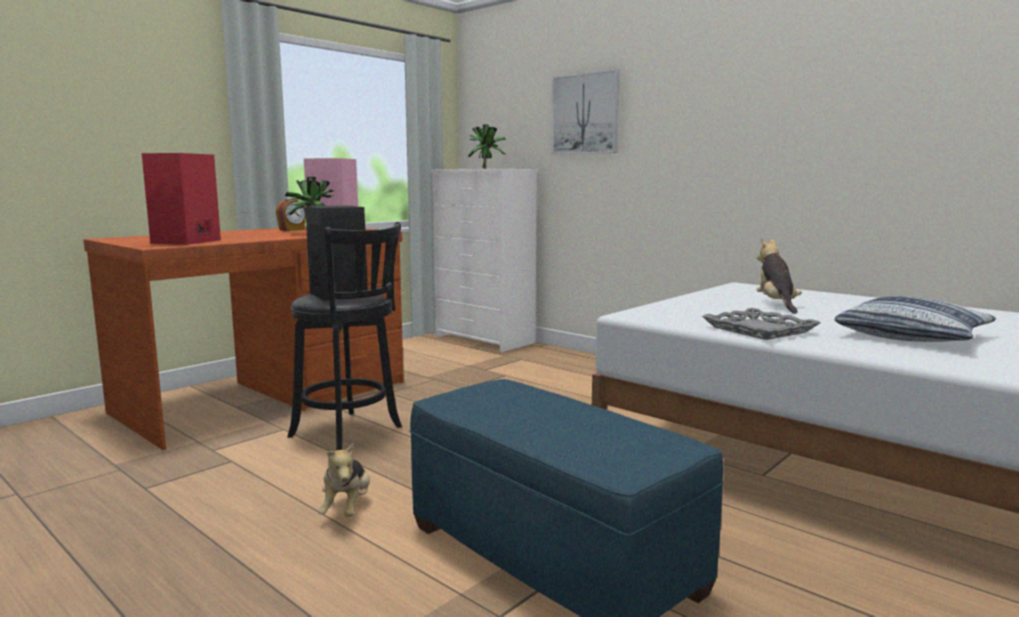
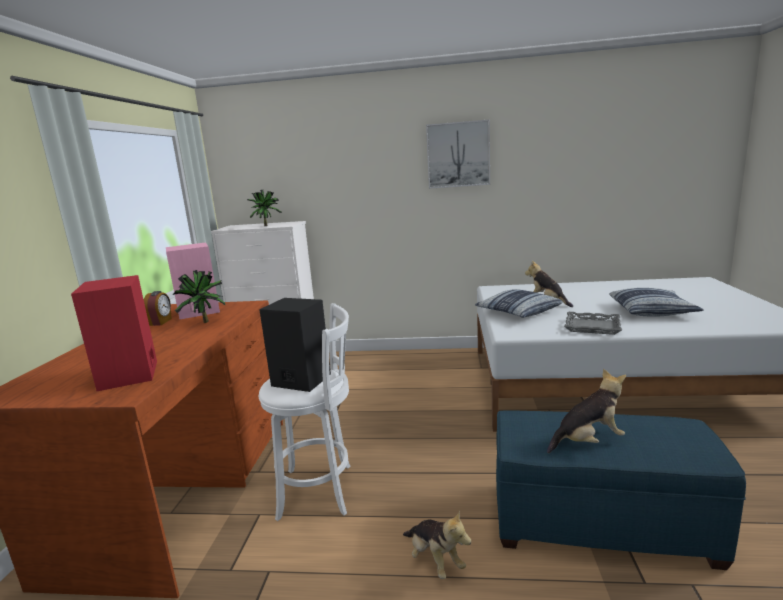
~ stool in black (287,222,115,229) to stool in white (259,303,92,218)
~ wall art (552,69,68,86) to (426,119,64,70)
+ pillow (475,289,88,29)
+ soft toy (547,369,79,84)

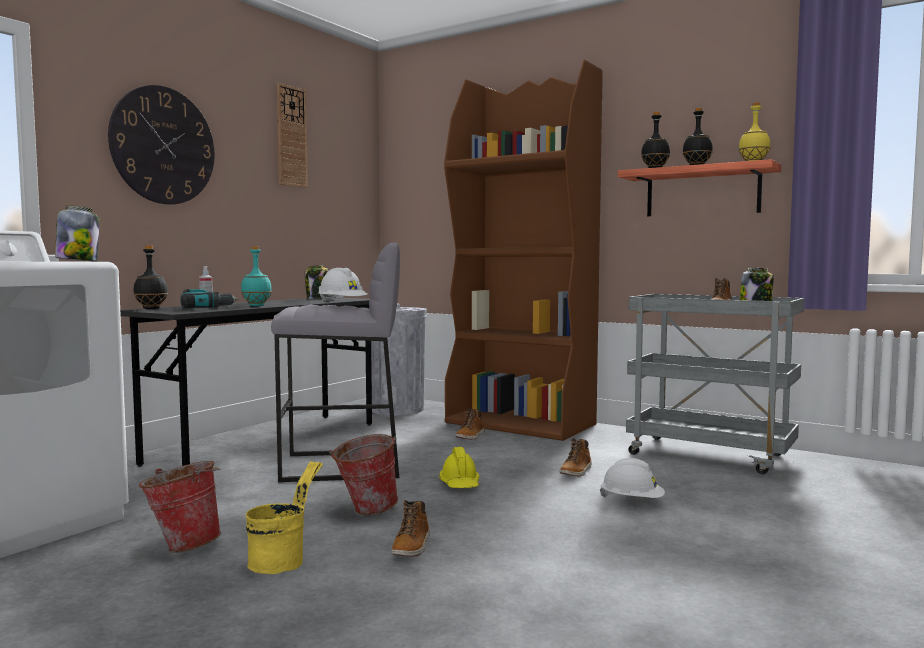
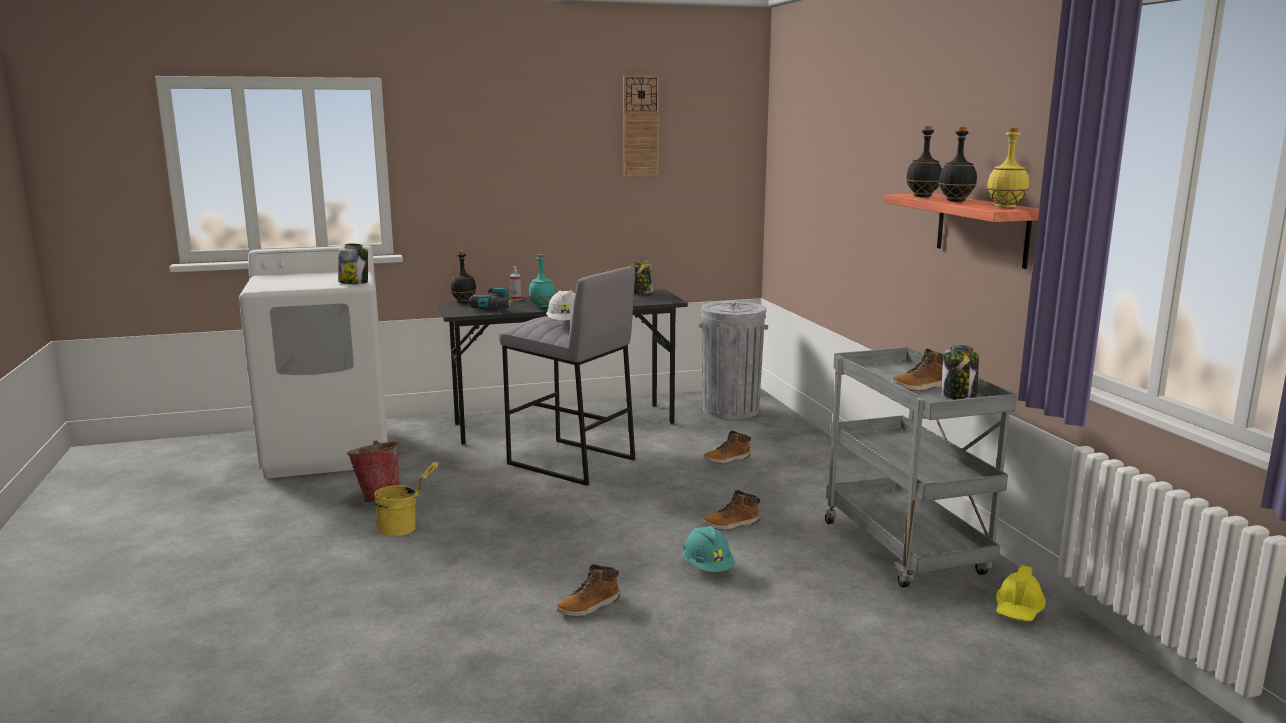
~ tall boot (391,500,39,57) to (556,564,64,53)
~ work helmet in white (600,458,65,40) to work helmet in blue-green (682,526,53,46)
~ work helmet in yellow-coloured (439,447,40,41) to (996,565,50,56)
- wall clock (108,85,107,119)
- water bucket (329,434,69,81)
- bookcase in brown (444,60,159,381)

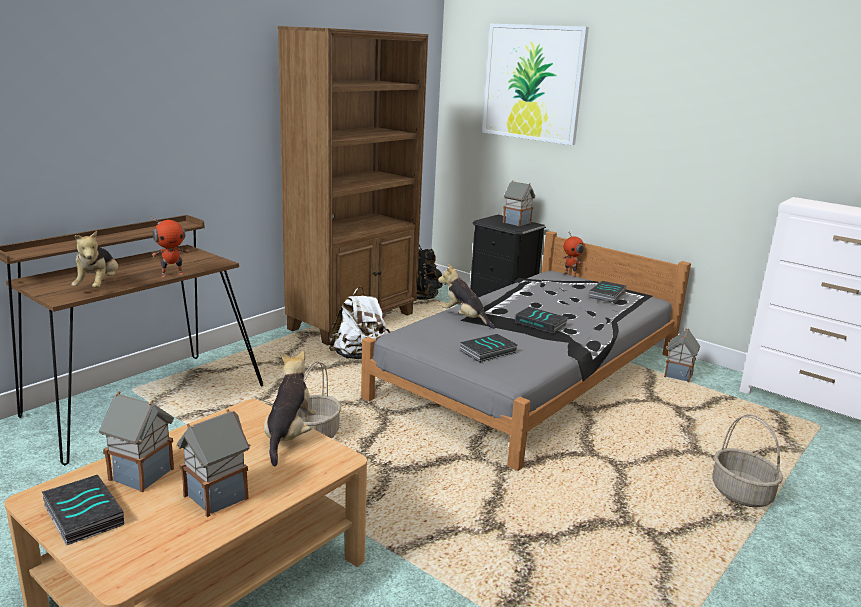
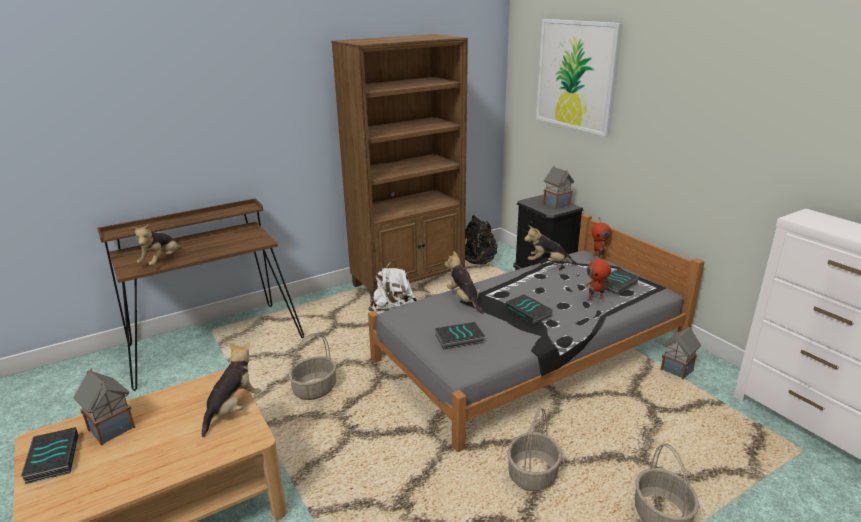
+ basket (507,408,55,83)
+ soft toy (524,225,53,40)
~ model robot (151,216,38,61) to (584,258,27,43)
- model house (176,409,74,108)

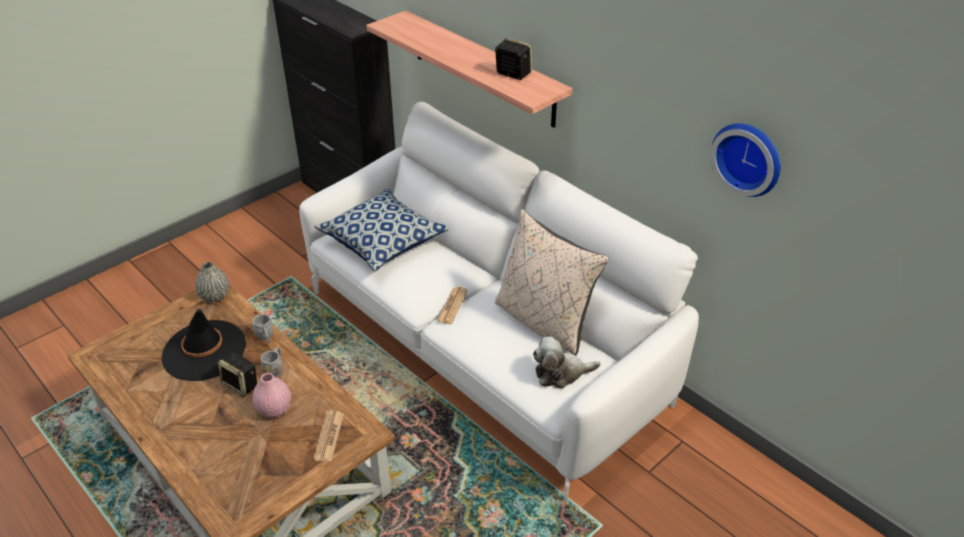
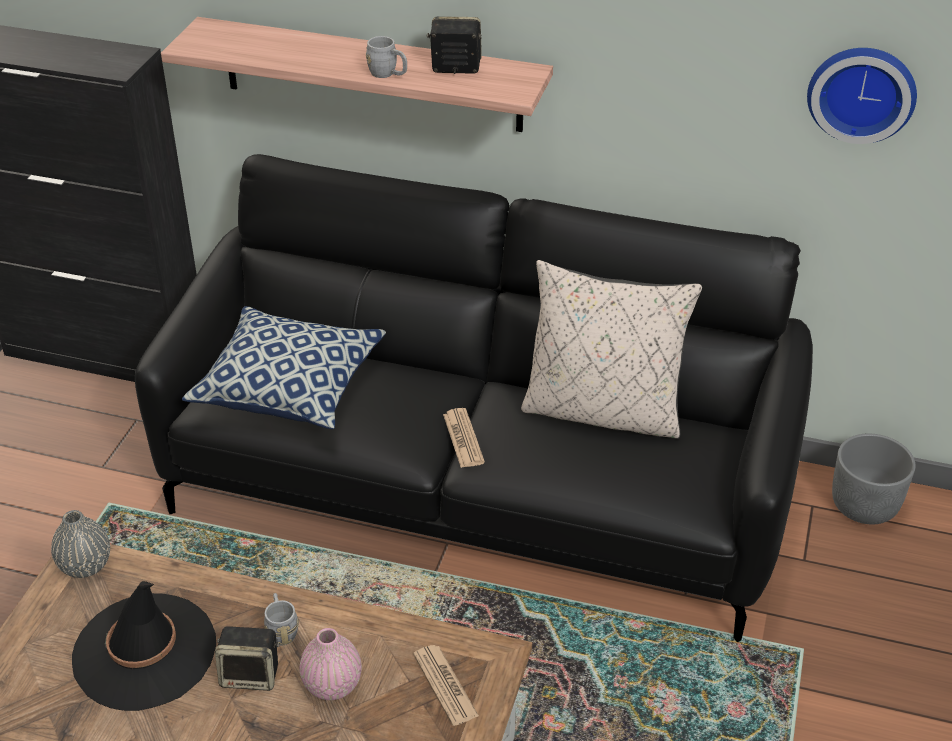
~ settee in white (299,102,400,399) to settee in black (135,154,678,488)
~ mug in grey (252,314,21,29) to (366,36,41,42)
+ flower pot in grey (832,434,84,90)
- soft toy (533,337,67,52)

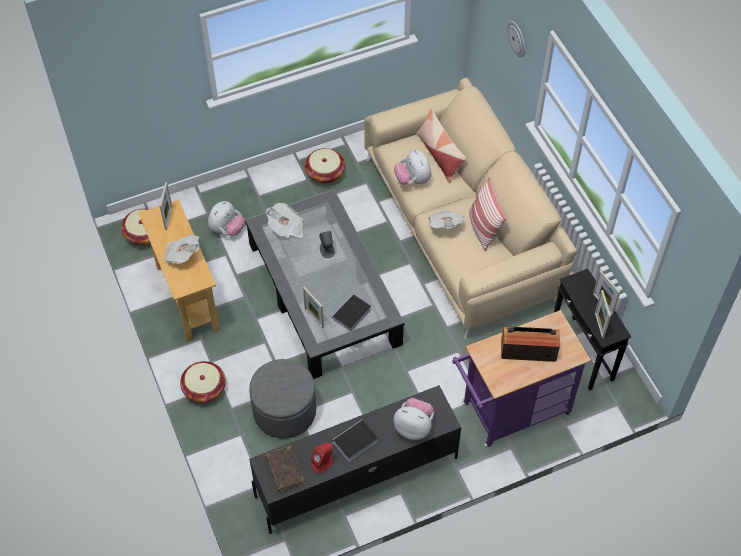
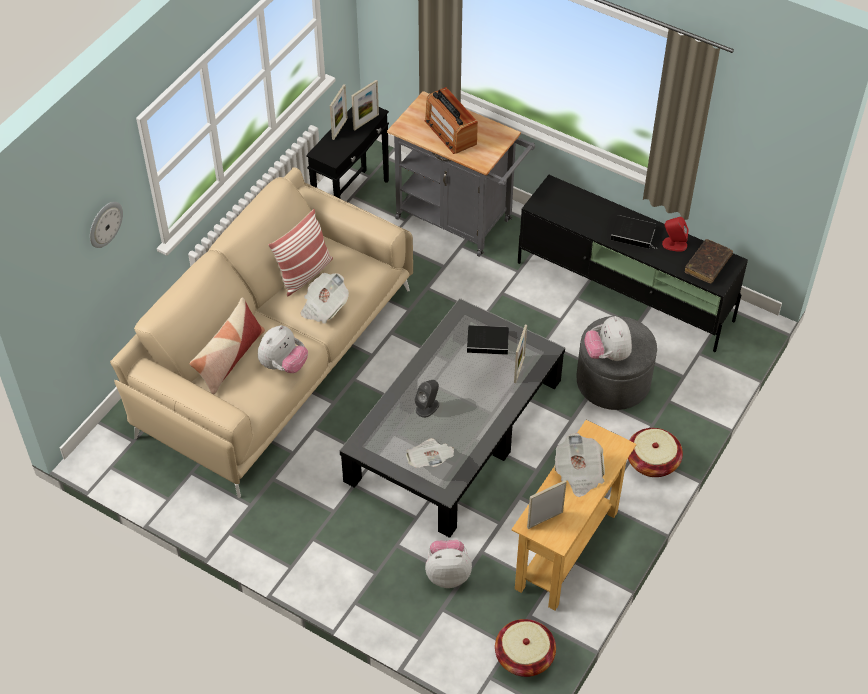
~ trolley in purple-coloured (452,310,139,137) to trolley in grey (387,91,148,166)
~ soft toy (394,398,40,42) to (584,316,48,45)
- basket (305,148,40,36)

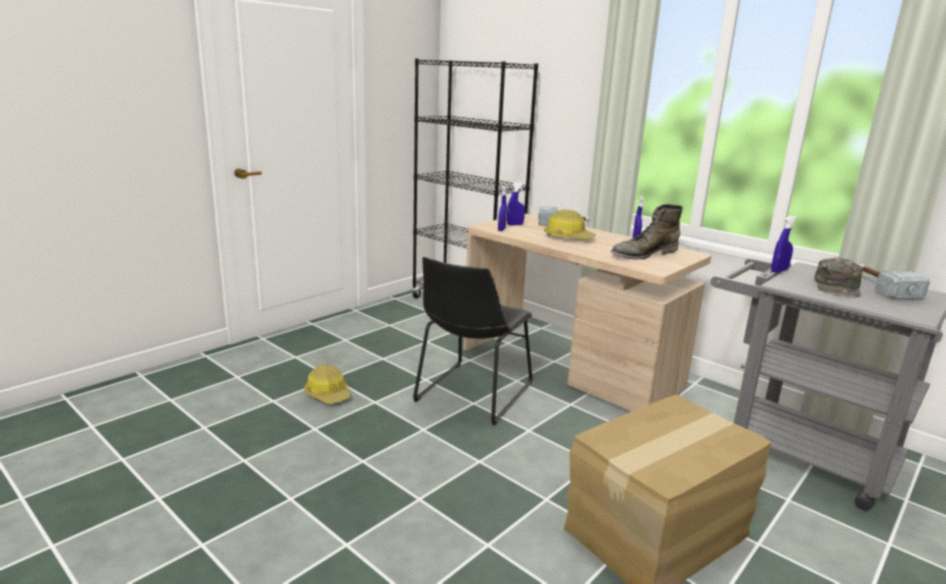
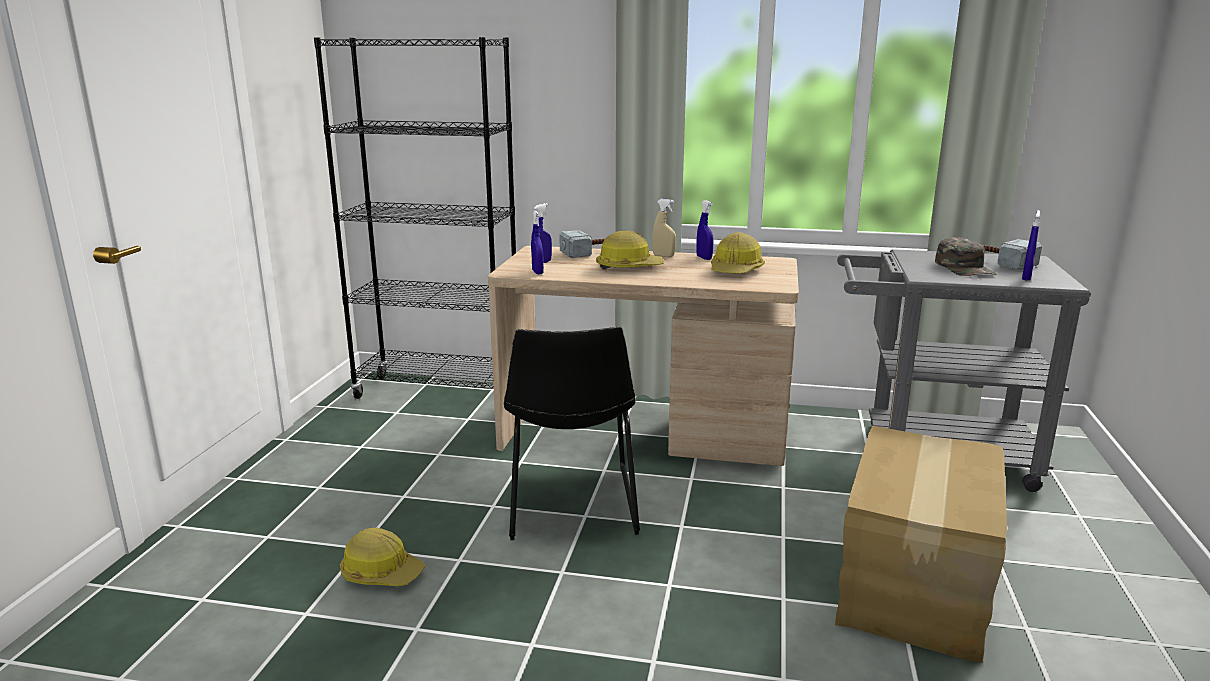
+ spray bottle in sand-coloured (652,199,24,58)
~ tall boot in greenish (610,204,73,56) to work helmet (711,232,54,42)
~ spray bottle in bluish (771,216,27,56) to (1022,210,18,71)

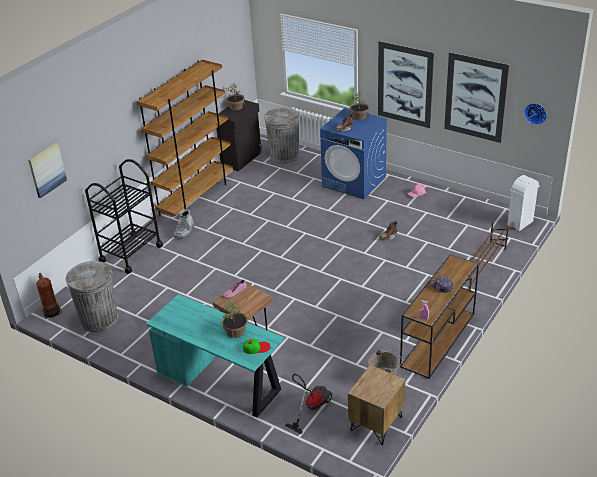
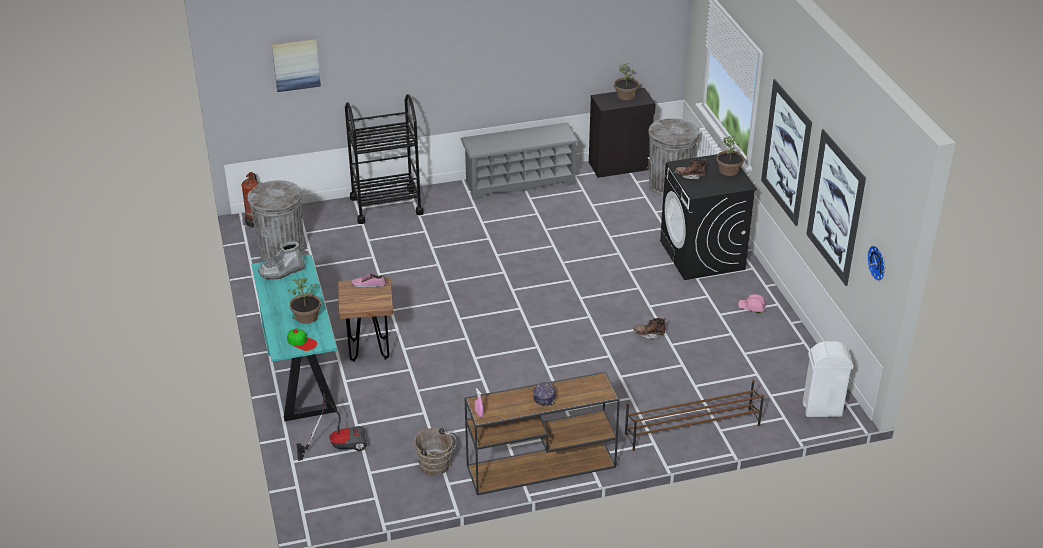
~ tall boot in grey (174,210,21,29) to (258,241,47,39)
~ bookcase in brown (136,60,97,157) to shoe rack in grey (461,123,118,77)
~ laundry machine in bluish (320,108,67,91) to laundry machine in black (660,154,97,126)
- night table in brown (348,365,57,80)

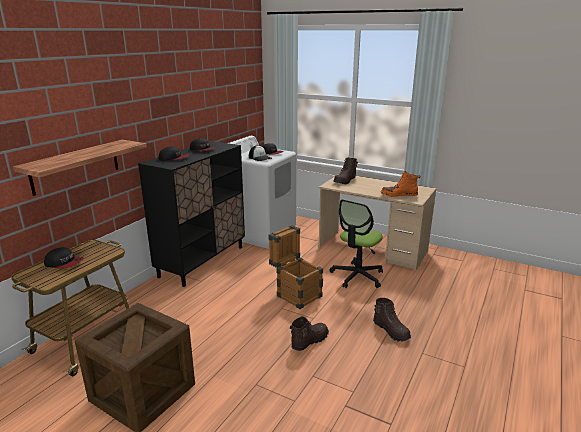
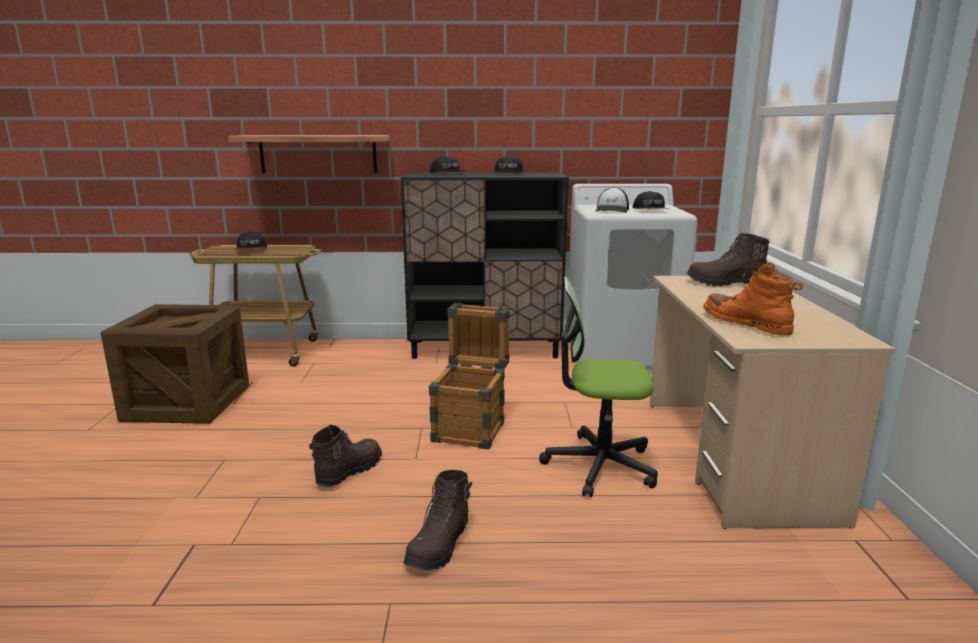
~ tall boot in brown (290,316,39,35) = (309,425,73,62) 75 degrees counterclockwise

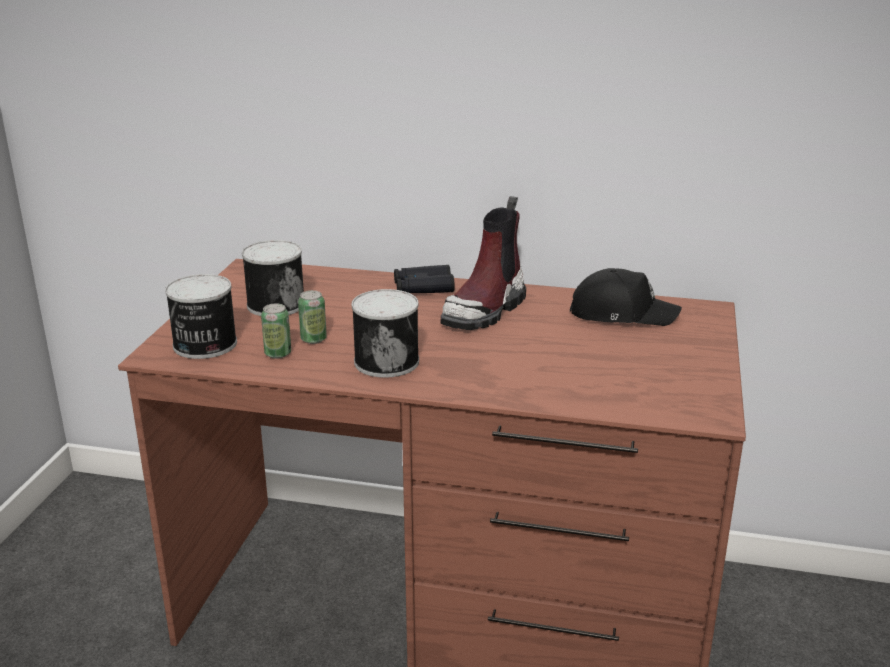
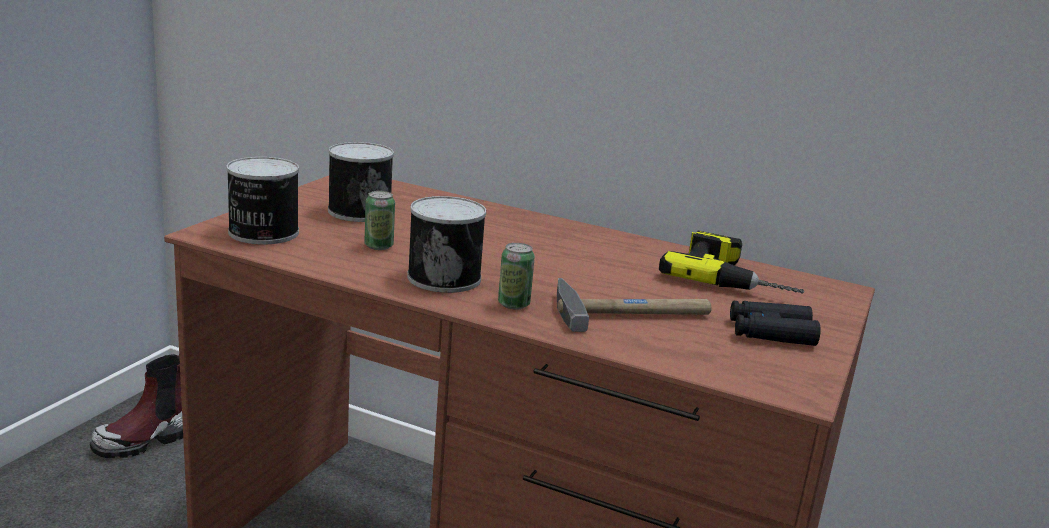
~ tall boot (441,196,85,134) to (90,354,93,104)
~ sealed can (261,303,30,56) to (498,243,37,67)
+ hammer (557,278,155,54)
~ peaked cap in black (570,268,112,58) to drill (659,231,145,63)
~ pair of binoculars in black (394,265,61,28) to (730,301,91,45)

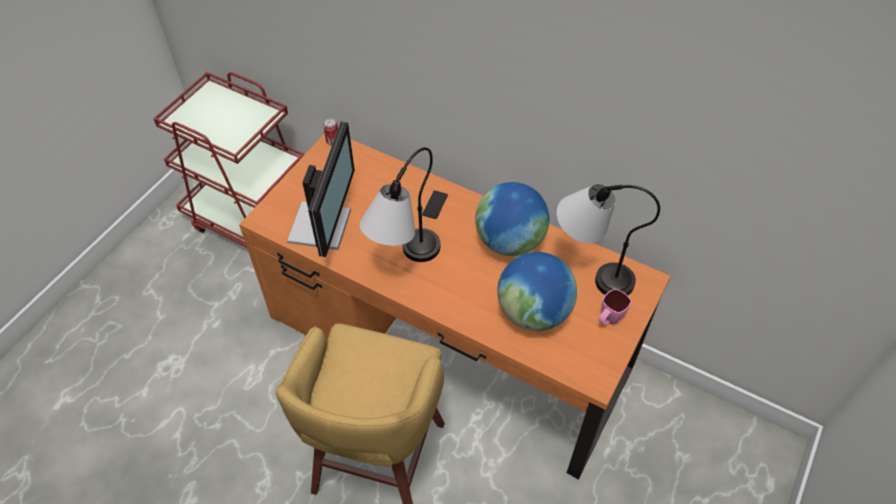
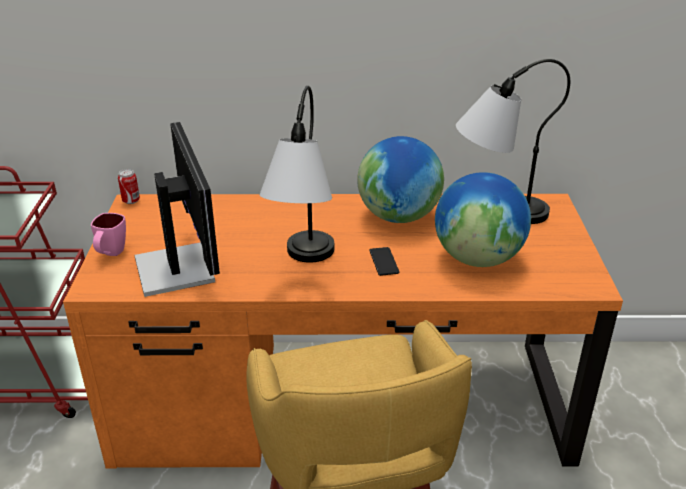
~ mug in pinkish (598,289,34,36) to (91,213,35,43)
~ handset (422,190,26,29) to (369,247,30,29)

